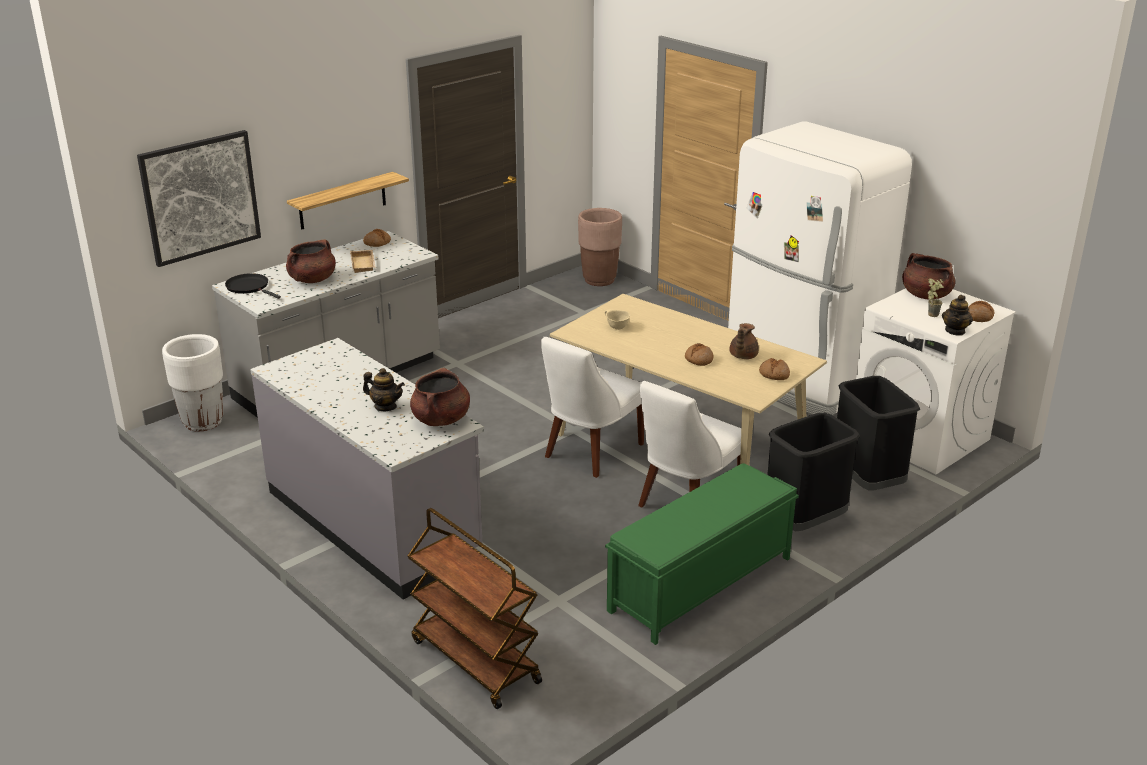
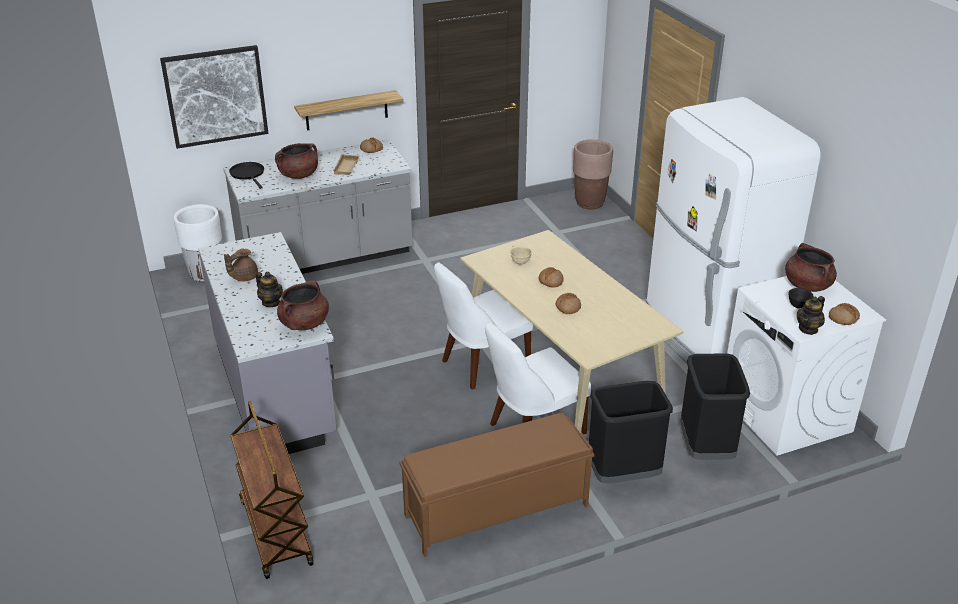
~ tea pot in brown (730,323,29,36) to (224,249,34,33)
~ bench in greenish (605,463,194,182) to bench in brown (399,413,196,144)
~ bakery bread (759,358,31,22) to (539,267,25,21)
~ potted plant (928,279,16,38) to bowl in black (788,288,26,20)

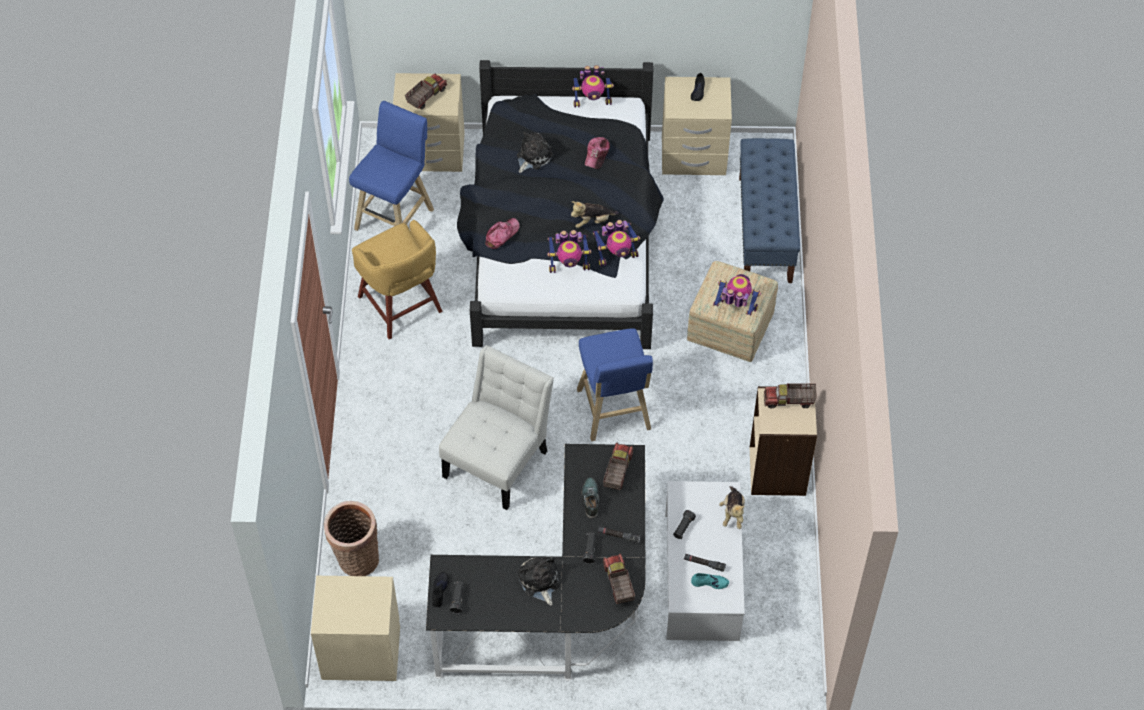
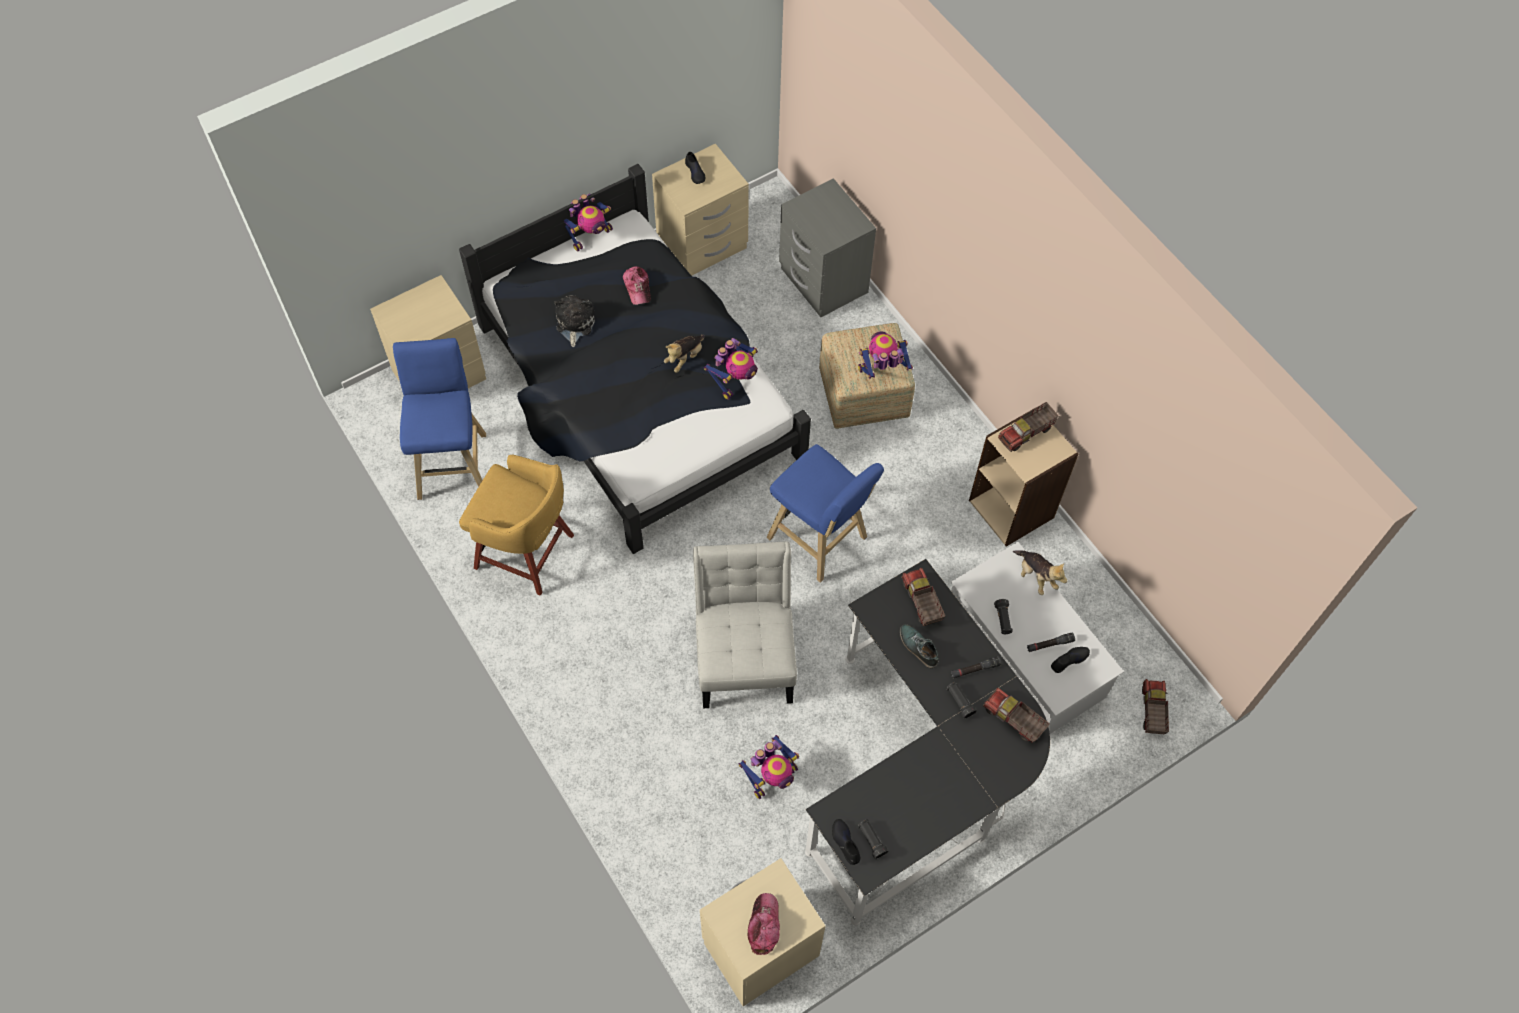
~ model robot (547,230,44,43) to (738,735,61,64)
~ peaked cap (485,218,35,31) to (748,893,32,62)
~ bench in bluish (739,138,61,145) to night table in grey (779,178,97,139)
~ low shoe in blue-green (691,573,38,16) to low shoe in black (1051,647,39,26)
~ model truck (405,73,42,37) to (1142,679,27,55)
- basket (324,501,55,75)
- soft toy (518,556,41,50)

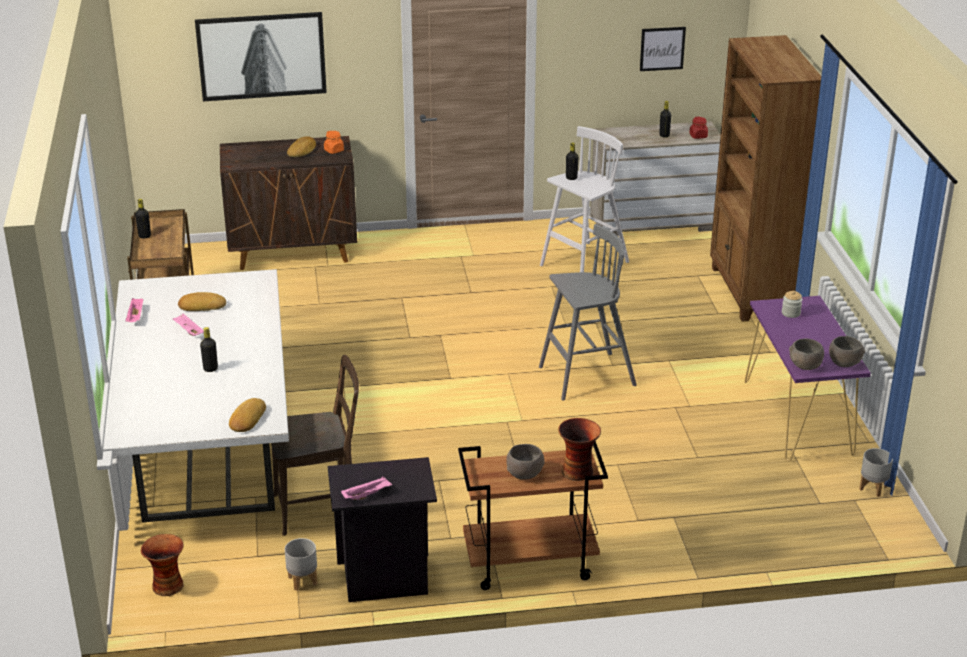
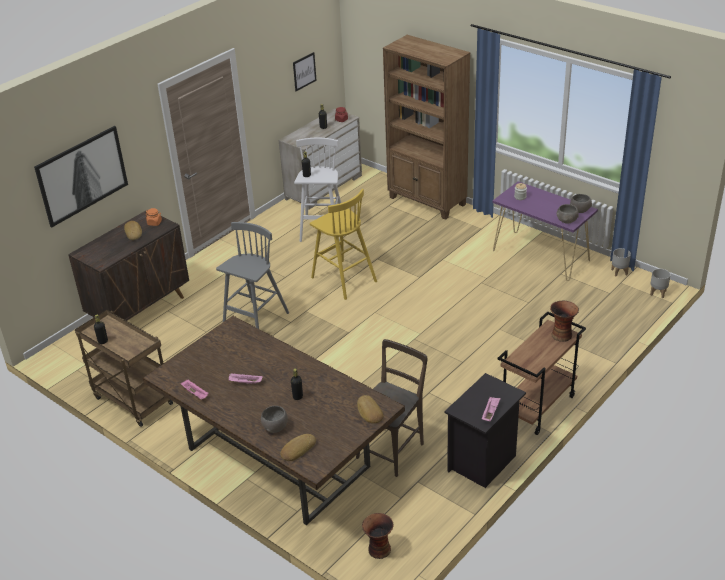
~ dinner table in white (103,269,186,254) to dinner table in brown (143,316,262,209)
~ stool in grey (539,224,98,177) to (216,222,73,107)
~ bowl in grey (506,444,39,36) to (261,406,27,27)
~ bakery bread (178,292,48,19) to (280,434,36,27)
+ stool in yellow-coloured (310,189,67,111)
~ flower pot in grey (285,538,32,53) to (650,269,20,29)

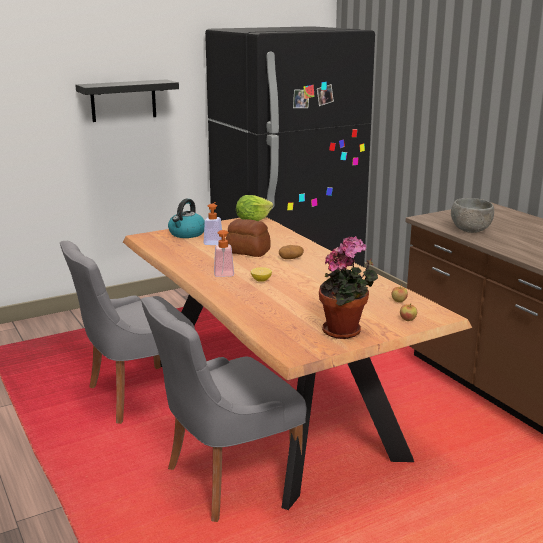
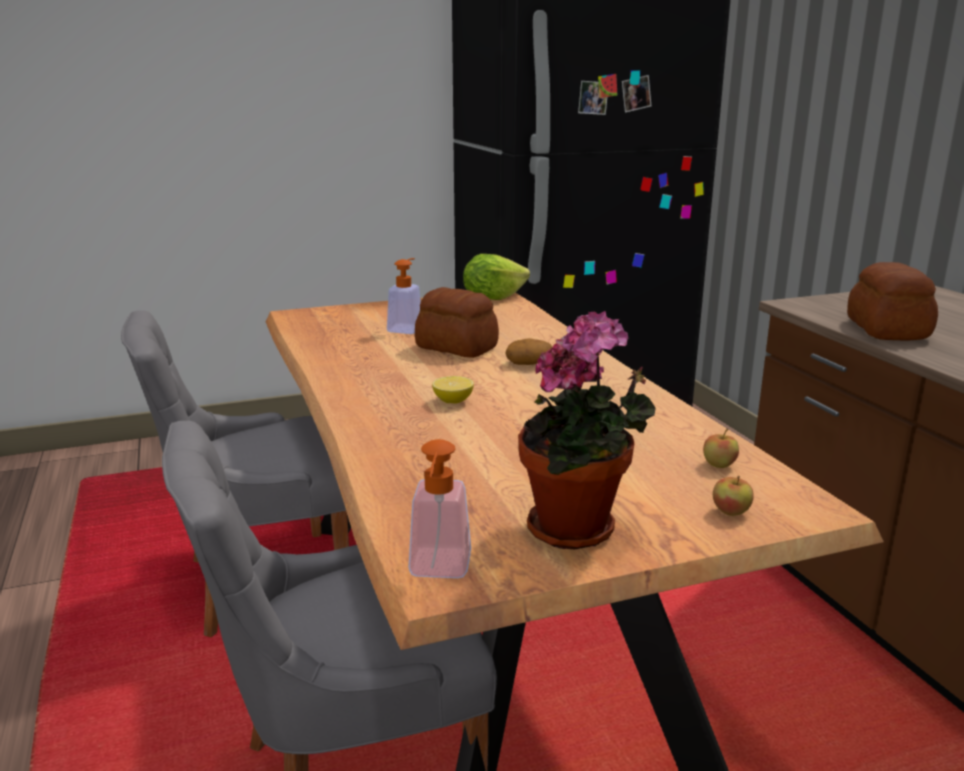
~ liquid soap bottle (214,230,20,47) to (409,439,62,139)
~ bowl in grey (451,198,43,35) to bakery bread (847,262,91,79)
- shelf in black (75,79,104,43)
- water kettle (168,199,37,39)

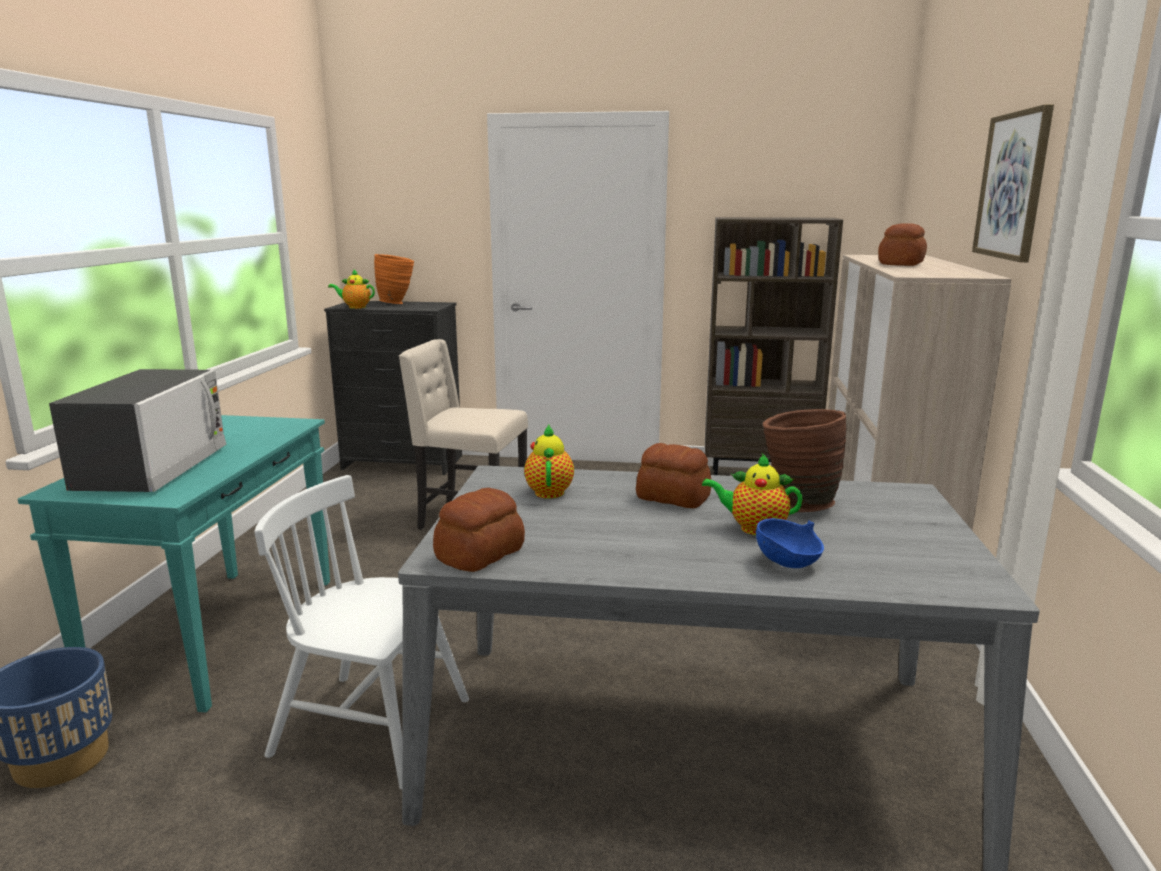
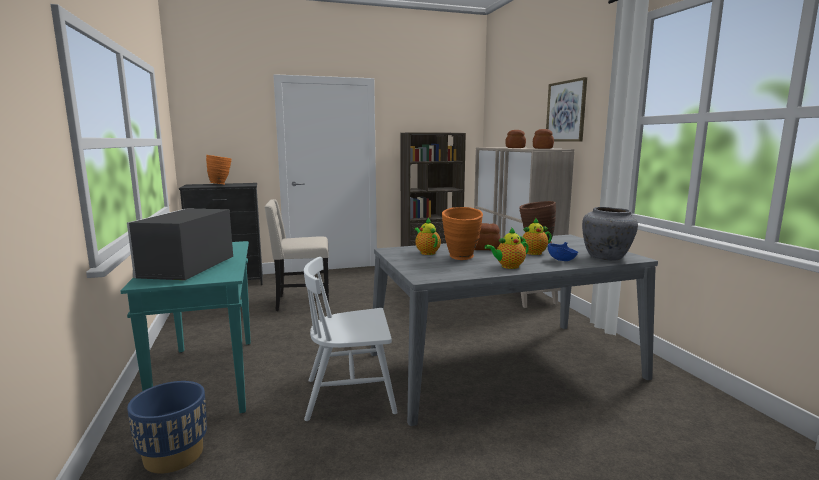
~ microwave oven (49,369,177,123) = (127,209,106,71) 150 degrees counterclockwise
+ decorative vase in orange (442,207,41,53)
~ tea pot (328,270,47,39) to (484,227,45,42)
~ bakery bread (433,488,92,84) to (533,129,21,20)
+ decorative vase in grey (582,207,56,54)

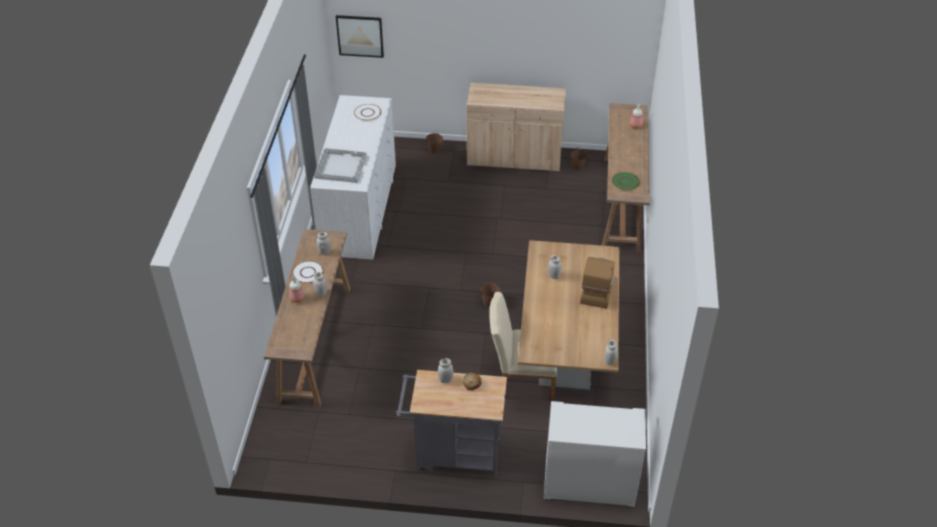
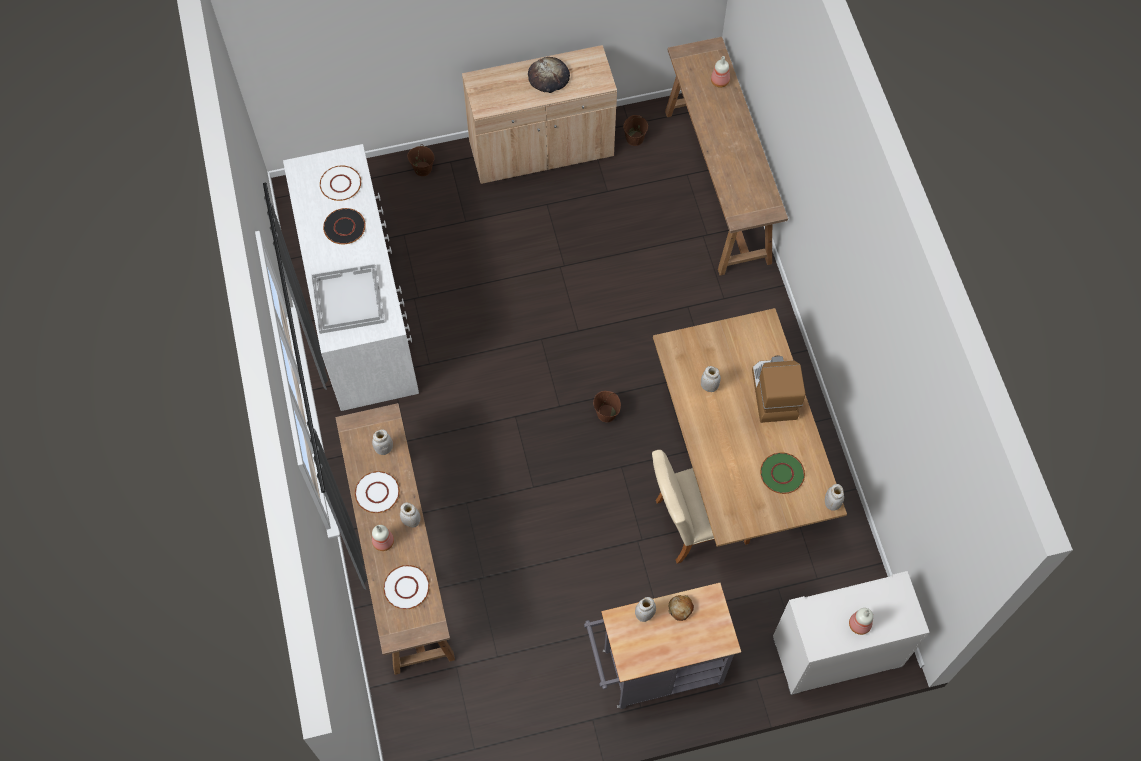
+ plate in black (323,208,43,36)
+ plate in white (383,565,47,44)
+ bakery bread (528,57,42,36)
~ plate in greenish (612,172,28,19) to (760,452,45,42)
+ bottle (849,608,24,27)
- wall art (336,15,48,43)

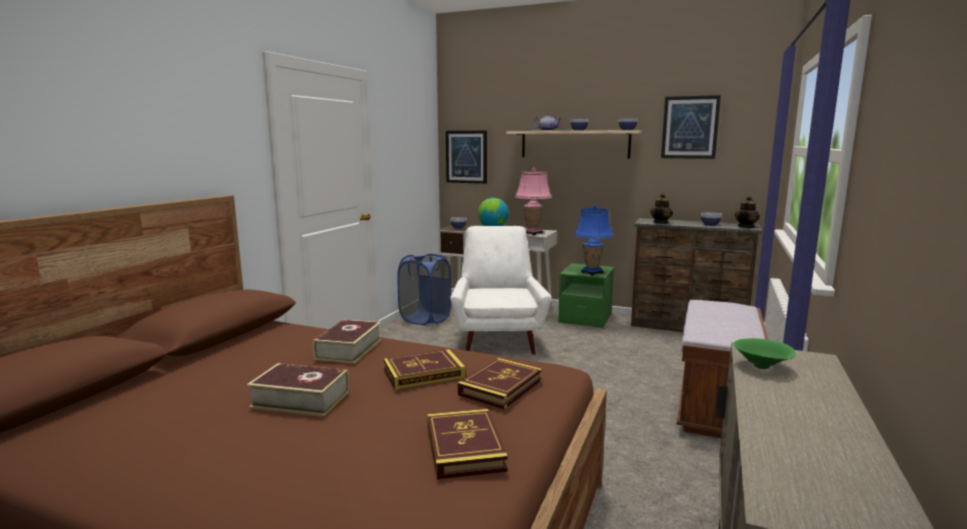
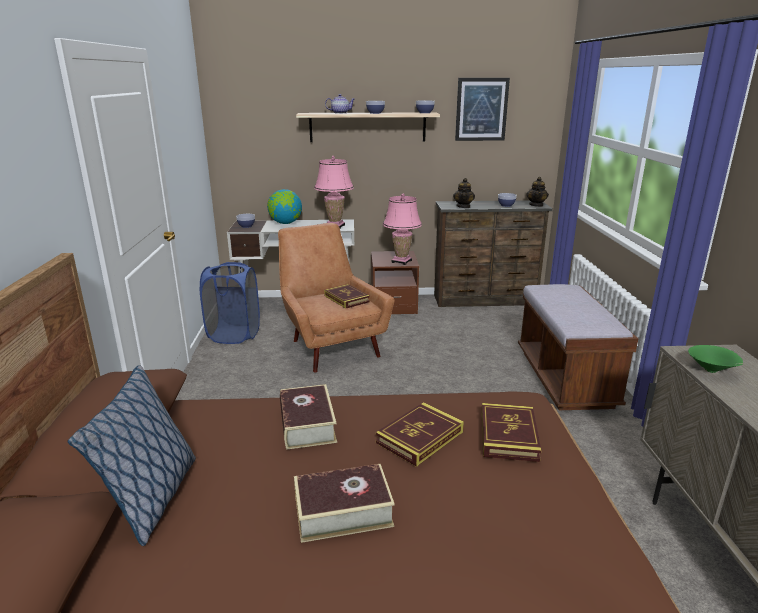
+ pillow (68,365,128,181)
~ lounge chair in white (450,226,101,129) to lounge chair in brown (278,223,117,149)
~ volume (427,409,81,71) to (324,284,46,24)
~ night table in greenish (558,263,56,65) to night table in brown (371,251,48,63)
~ lamp for a table in bluish (574,205,39,70) to lamp for a table in pinkish (383,194,39,71)
- wall art (446,131,41,53)

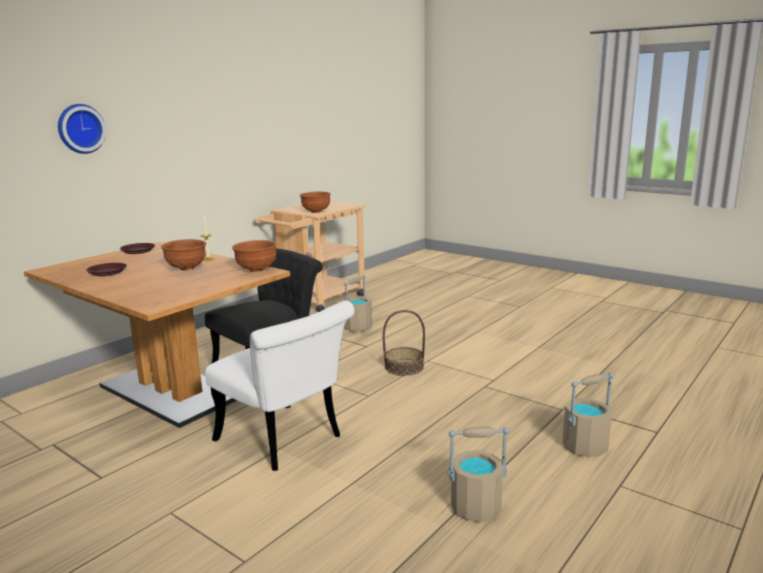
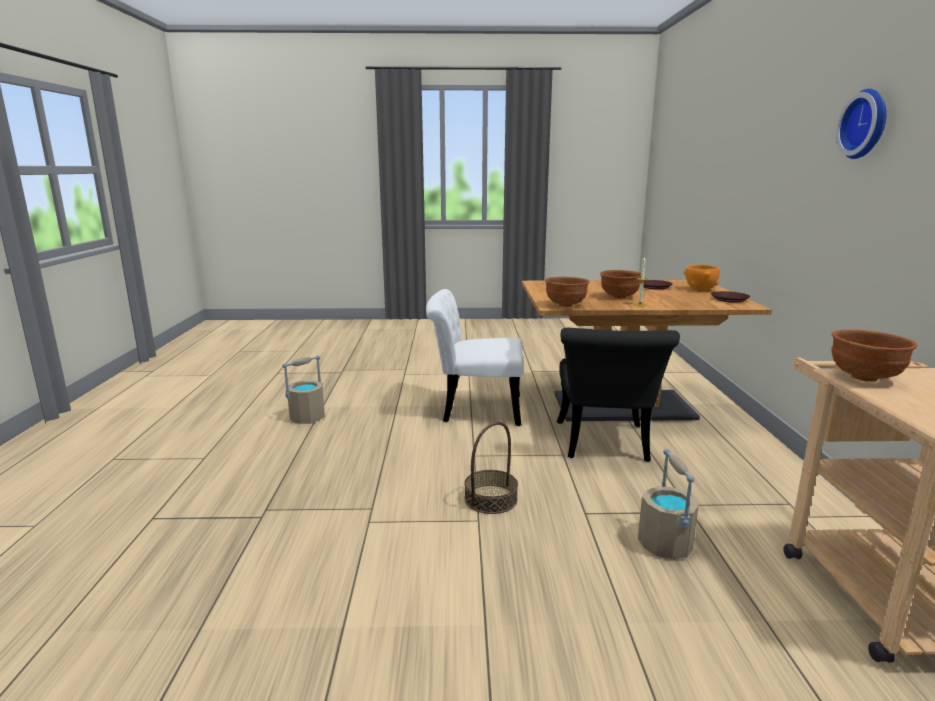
+ bowl in orange (684,264,36,26)
~ wall clock (58,104,48,50) to (836,89,51,70)
- water bucket in sand-coloured (563,373,51,84)

